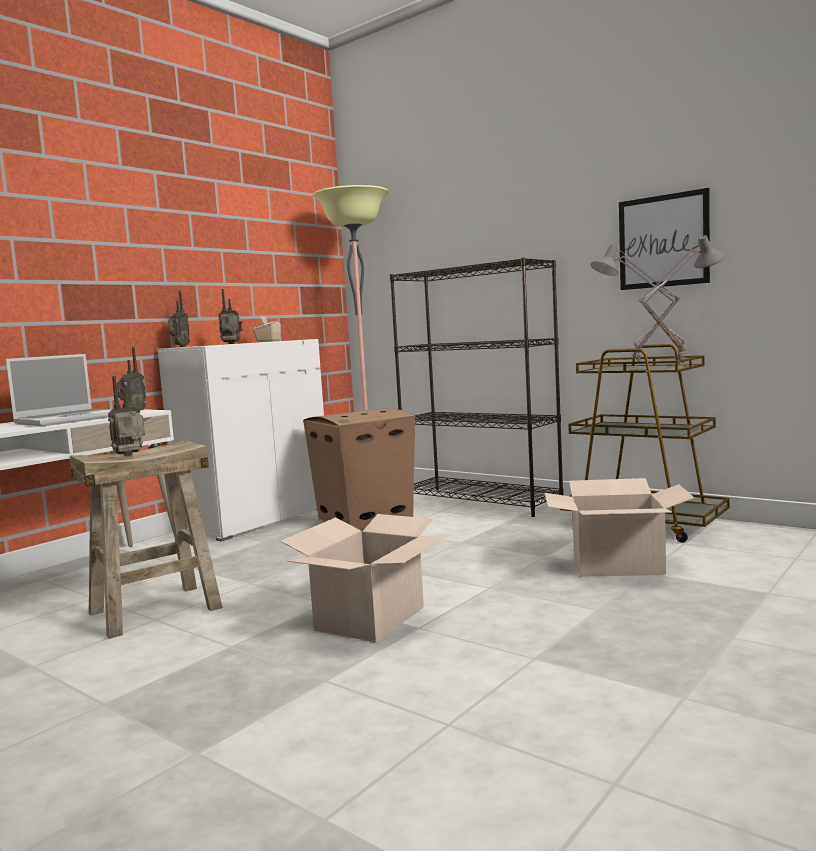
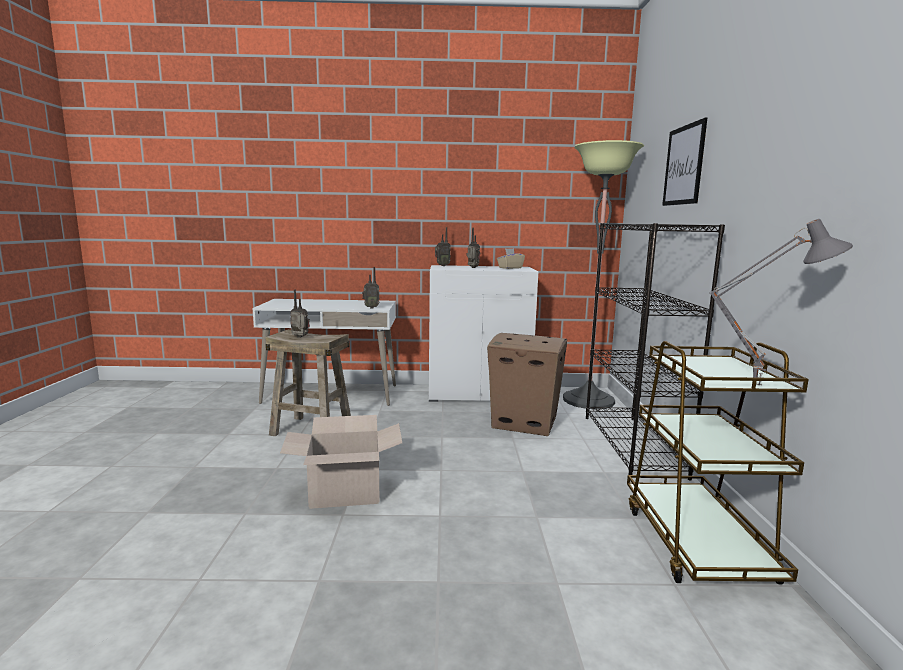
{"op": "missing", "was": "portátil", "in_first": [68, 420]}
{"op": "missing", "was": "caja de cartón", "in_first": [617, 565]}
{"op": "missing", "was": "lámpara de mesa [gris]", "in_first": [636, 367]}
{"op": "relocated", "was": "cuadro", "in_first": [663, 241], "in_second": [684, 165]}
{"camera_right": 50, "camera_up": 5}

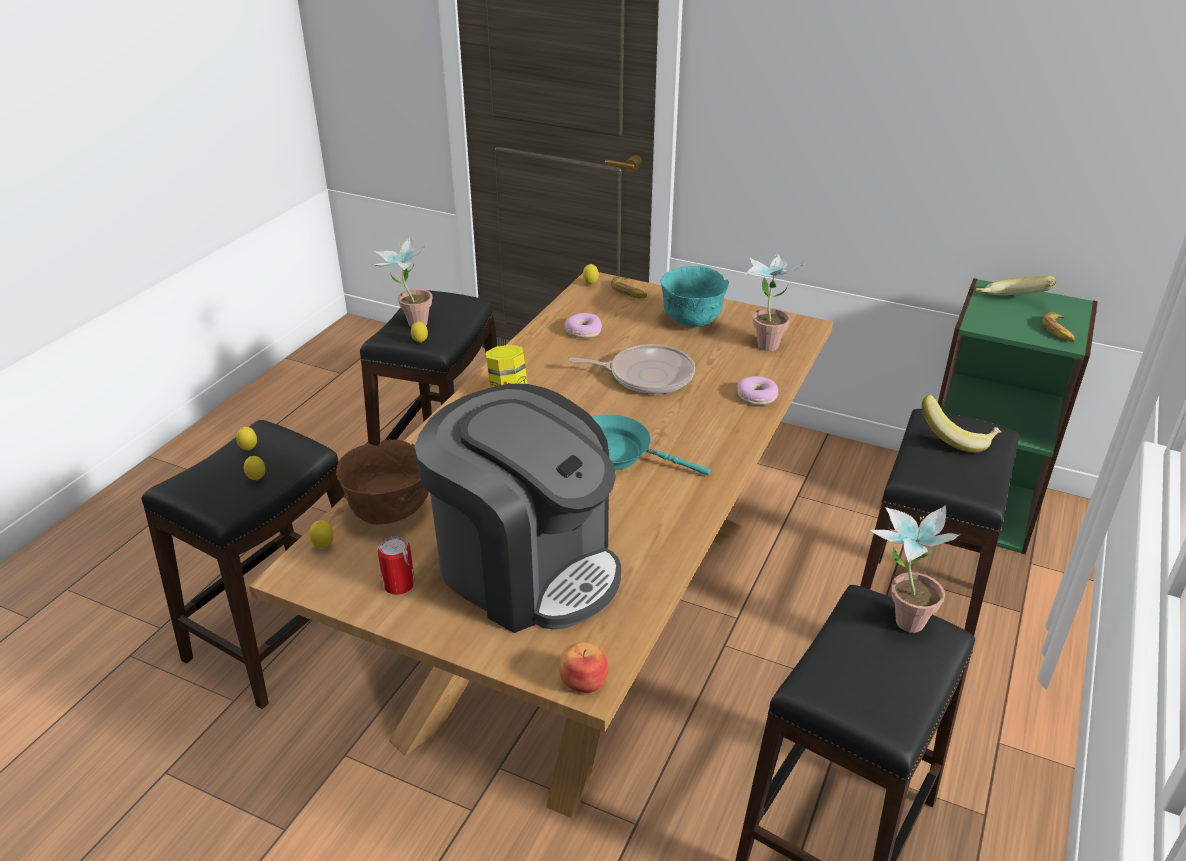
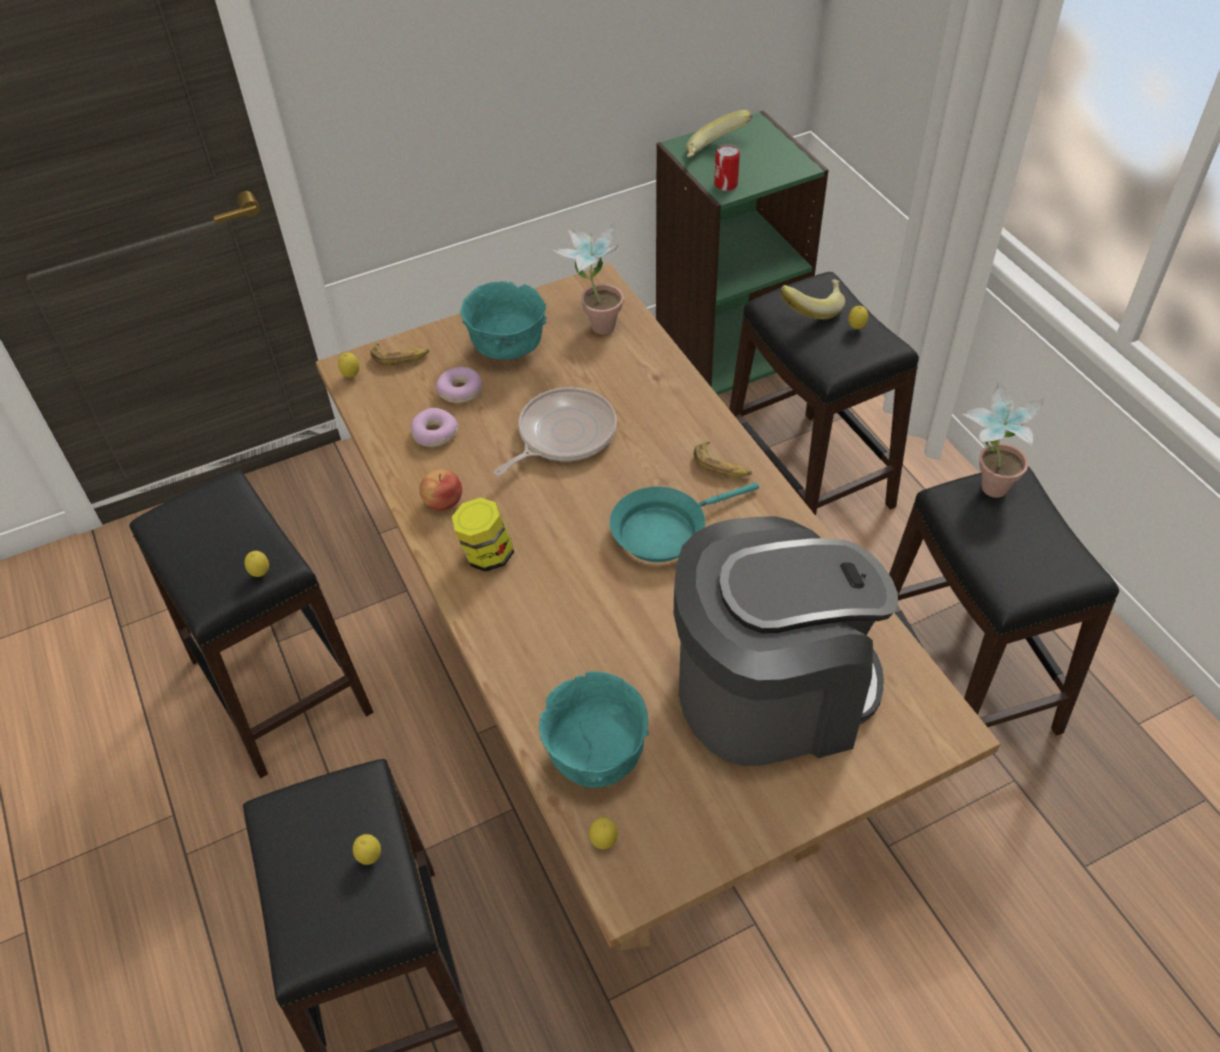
{"op": "missing", "was": "planta en maceta", "in_first": [410, 323]}
{"op": "relocated", "was": "limón", "in_first": [249, 450], "in_second": [856, 328]}
{"op": "relocated", "was": "lata", "in_first": [399, 584], "in_second": [726, 184]}
{"op": "relocated", "was": "manzana", "in_first": [583, 681], "in_second": [443, 501]}
{"op": "relocated", "was": "rosquilla", "in_first": [757, 397], "in_second": [460, 391]}
{"op": "relocated", "was": "plátano", "in_first": [1059, 331], "in_second": [722, 466]}
{"op": "colour", "was": "cuenco [marrón]", "now": "cuenco [turquesa]", "in_first": [390, 512], "in_second": [596, 757]}
{"camera_right": -50, "camera_up": 15}

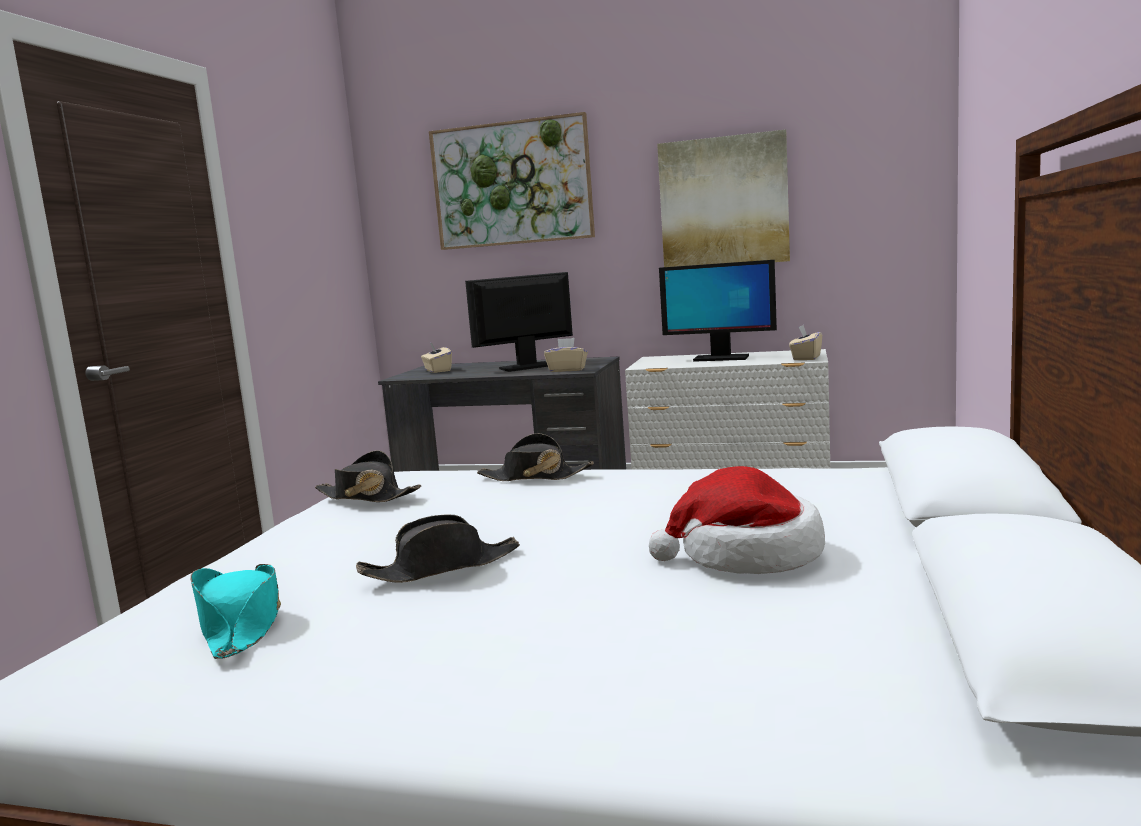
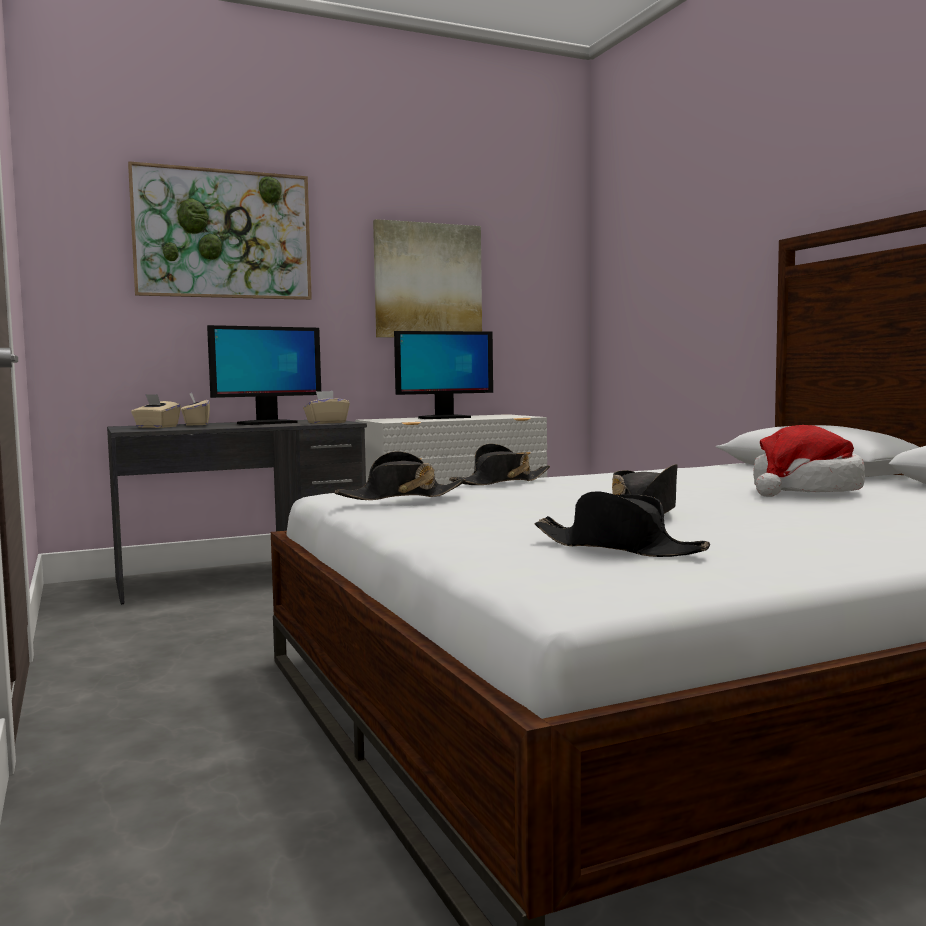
{"op": "relocated", "was": "caja de pañuelos [beis]", "in_first": [806, 358], "in_second": [196, 424]}
{"op": "colour", "was": "sombrero [turquesa]", "now": "sombrero [negro]", "in_first": [241, 625], "in_second": [619, 548]}
{"op": "spun", "was": "monitor", "in_first": [527, 367], "in_second": [266, 423], "clockwise": -150}
{"camera_right": -40, "camera_up": -5}

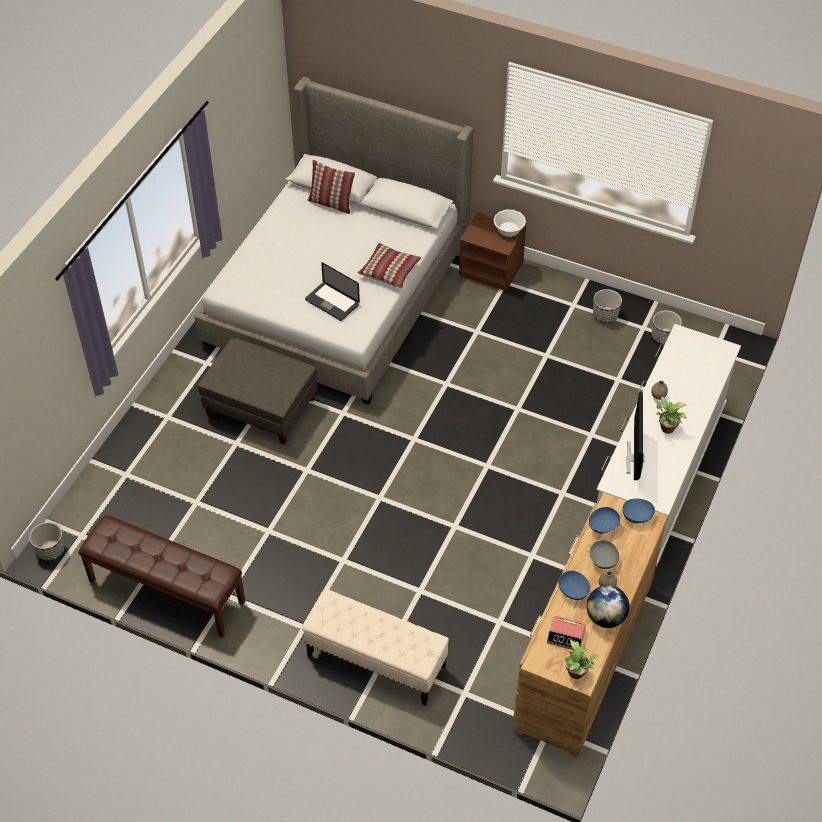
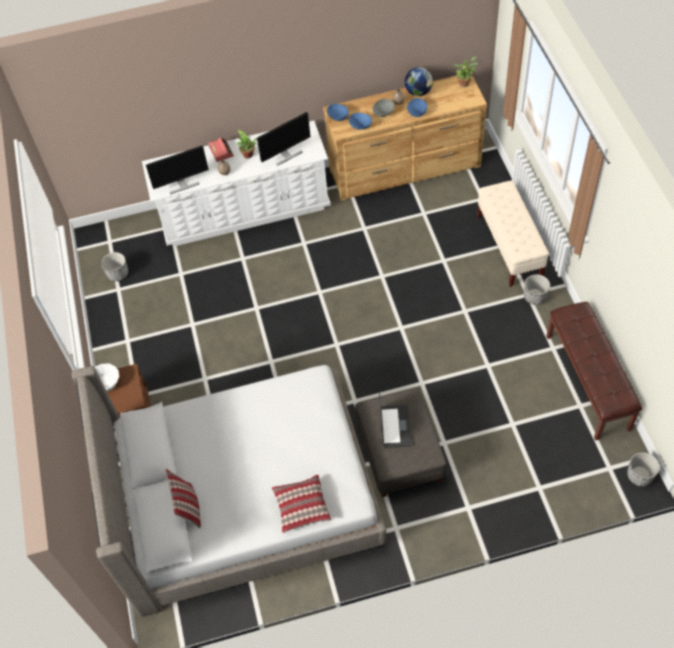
{"op": "appeared", "now": "monitor", "in_second": [182, 185]}
{"op": "relocated", "was": "portátil", "in_first": [332, 302], "in_second": [395, 427]}
{"op": "relocated", "was": "cojín", "in_first": [389, 270], "in_second": [301, 507]}
{"op": "relocated", "was": "despertador", "in_first": [566, 636], "in_second": [221, 152]}
{"op": "relocated", "was": "maceta", "in_first": [605, 315], "in_second": [534, 296]}
{"camera_right": -125, "camera_up": 5}

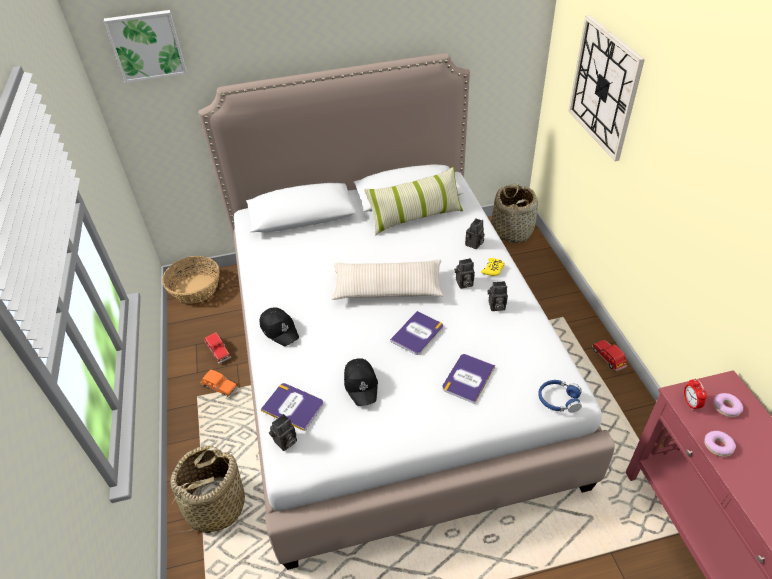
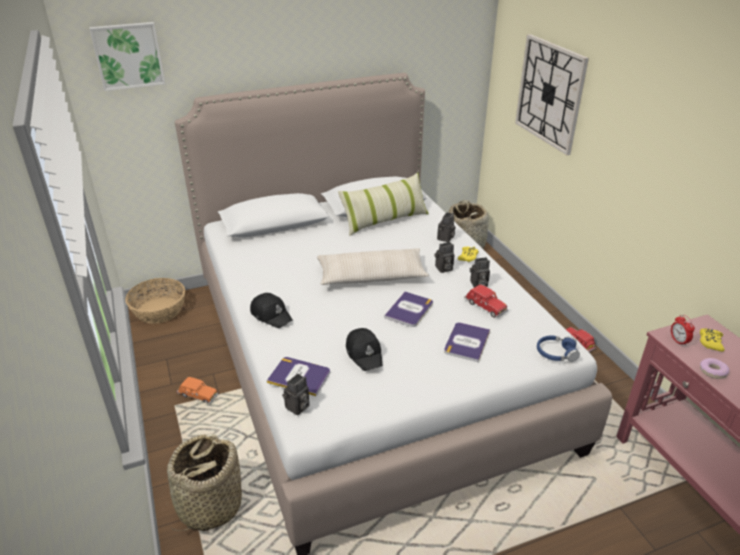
{"op": "relocated", "was": "coche de juguete [rojo]", "in_first": [218, 351], "in_second": [485, 307]}
{"op": "exchanged", "was": "rosquilla", "now": "mando de consola [amarillo]", "in_first": [726, 407], "in_second": [710, 342]}
{"camera_right": -10, "camera_up": -10}

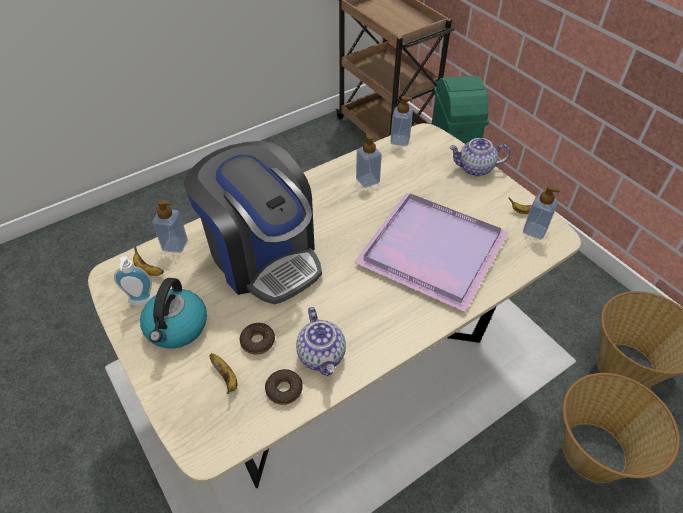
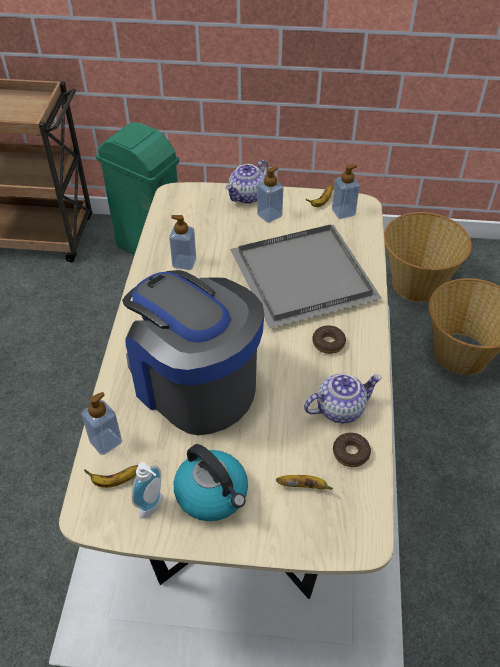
{"op": "relocated", "was": "rosquilla", "in_first": [258, 341], "in_second": [328, 343]}
{"op": "relocated", "was": "dispensador de jabón", "in_first": [400, 140], "in_second": [269, 215]}
{"op": "colour", "was": "bandeja [morado]", "now": "bandeja [gris]", "in_first": [429, 251], "in_second": [302, 279]}
{"op": "spun", "was": "cafetera", "in_first": [263, 256], "in_second": [194, 383], "clockwise": -135}
{"op": "spun", "was": "tetera", "in_first": [322, 355], "in_second": [340, 408], "clockwise": -45}
{"camera_right": -50, "camera_up": 0}

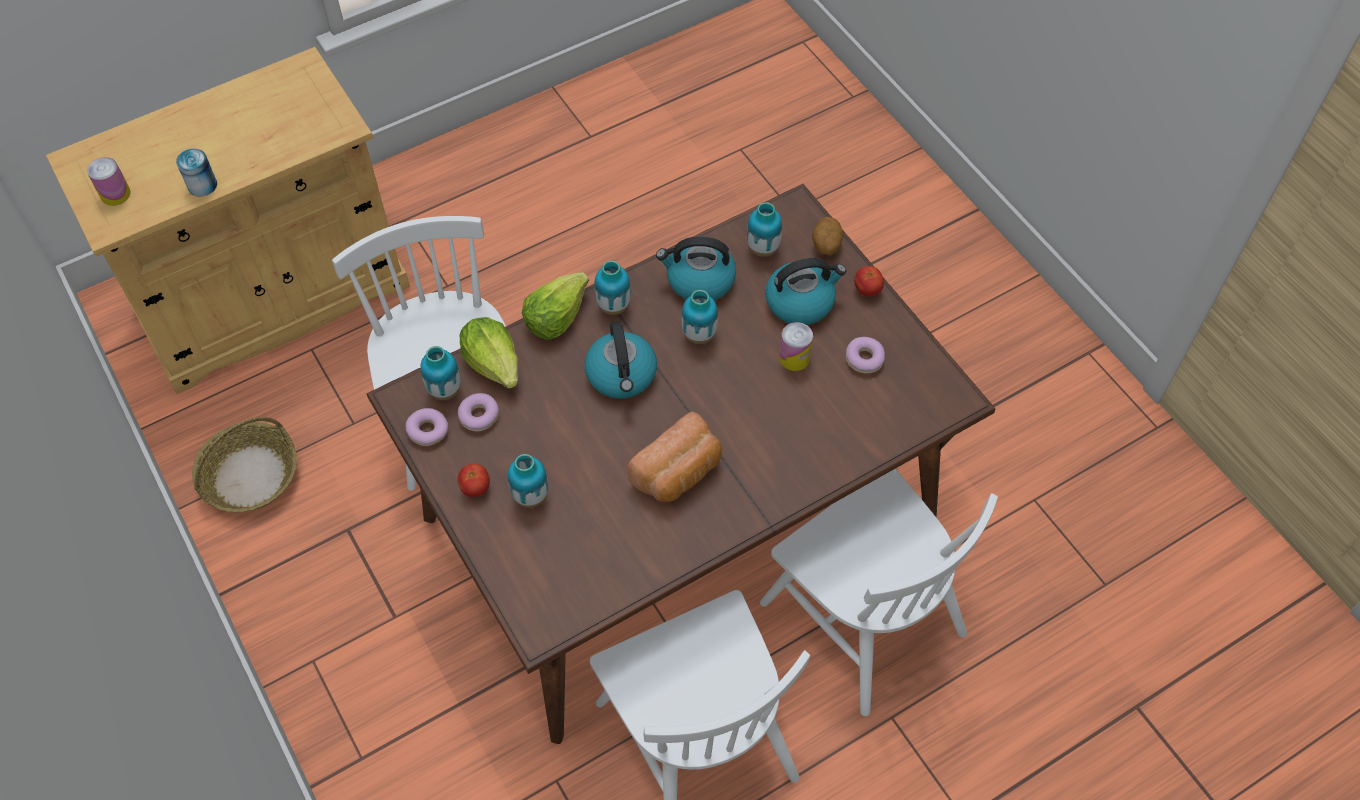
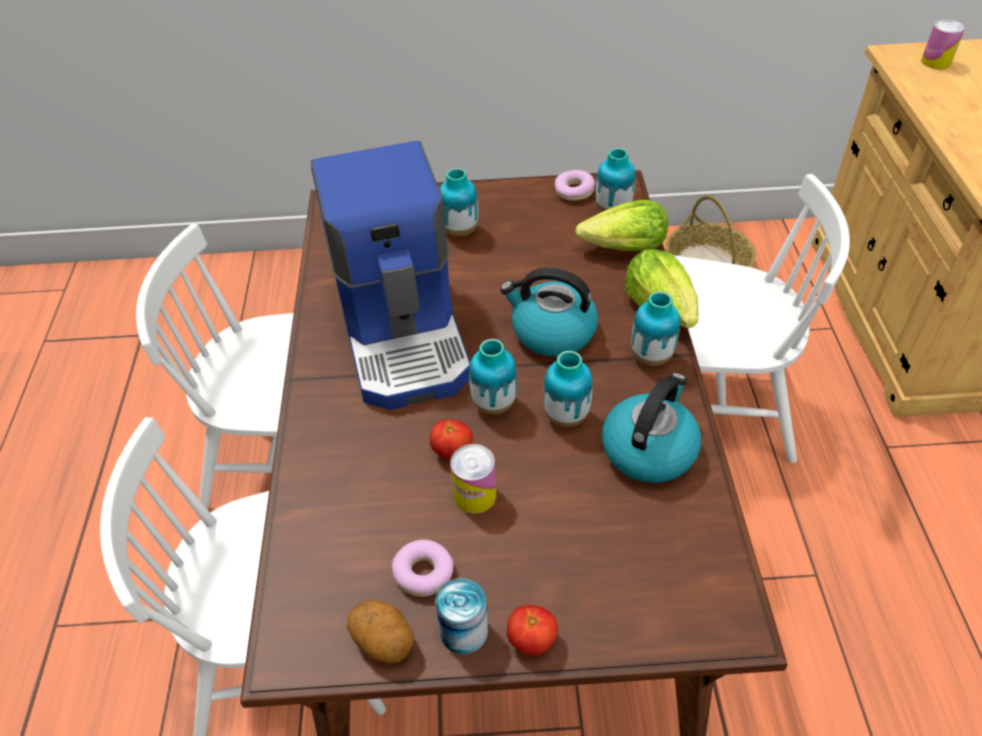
{"op": "missing", "was": "rosquilla", "in_first": [479, 416]}
{"op": "missing", "was": "hervidor", "in_first": [801, 302]}
{"op": "relocated", "was": "lata", "in_first": [202, 185], "in_second": [464, 631]}
{"op": "relocated", "was": "tomate", "in_first": [475, 488], "in_second": [452, 451]}
{"op": "relocated", "was": "florero", "in_first": [763, 248], "in_second": [494, 404]}
{"op": "relocated", "was": "patata", "in_first": [825, 245], "in_second": [384, 641]}
{"op": "exchanged", "was": "pan", "now": "cafetera", "in_first": [679, 473], "in_second": [405, 333]}
{"camera_right": 120, "camera_up": -10}

